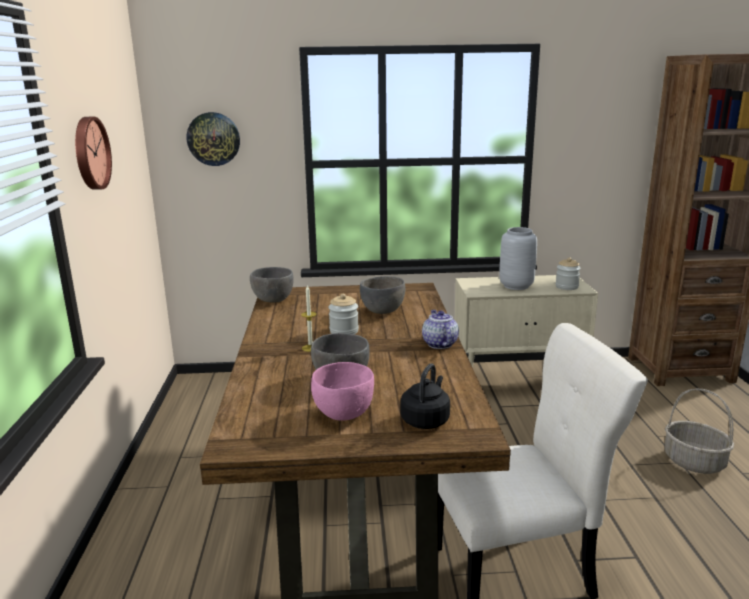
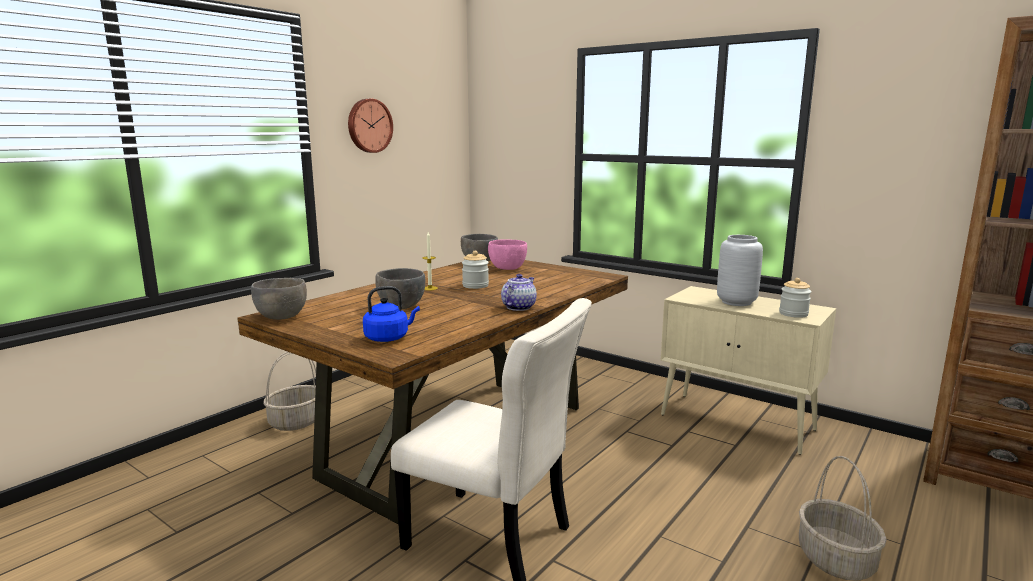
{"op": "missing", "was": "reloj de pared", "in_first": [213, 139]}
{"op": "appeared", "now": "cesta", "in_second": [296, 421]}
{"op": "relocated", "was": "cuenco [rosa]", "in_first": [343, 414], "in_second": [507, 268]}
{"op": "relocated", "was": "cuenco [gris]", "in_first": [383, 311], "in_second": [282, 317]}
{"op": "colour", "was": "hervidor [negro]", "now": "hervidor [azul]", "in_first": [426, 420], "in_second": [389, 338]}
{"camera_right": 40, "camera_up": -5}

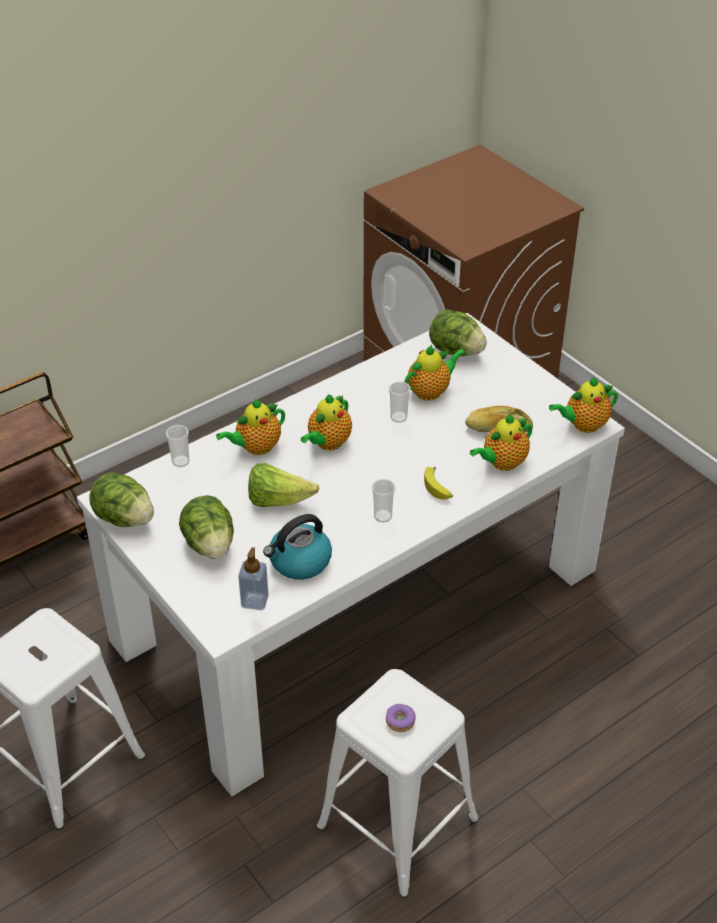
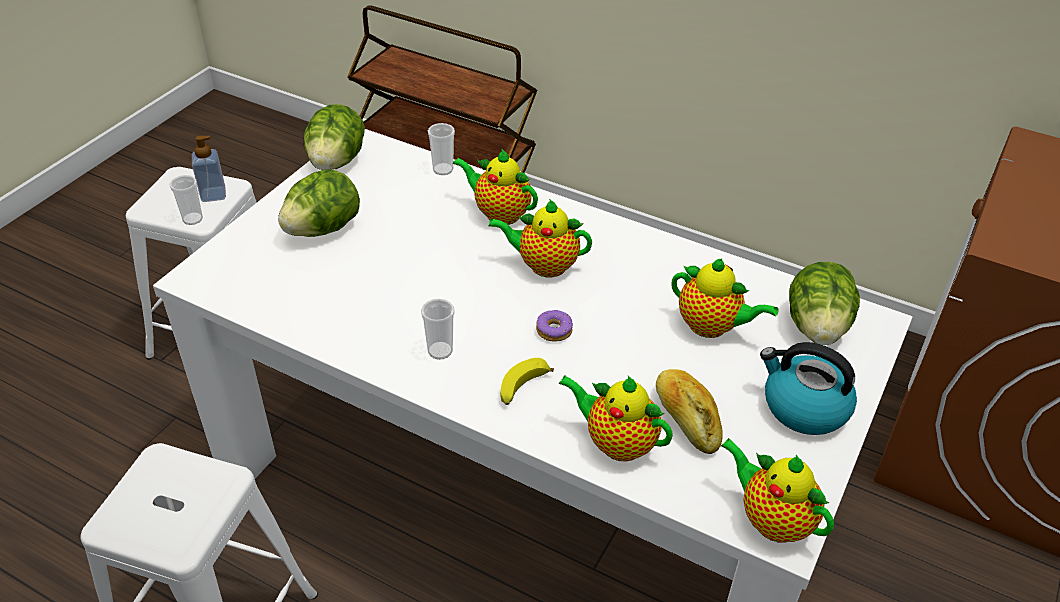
{"op": "missing", "was": "lechuga", "in_first": [278, 500]}
{"op": "relocated", "was": "dispensador de jabón", "in_first": [254, 601], "in_second": [213, 194]}
{"op": "relocated", "was": "hervidor", "in_first": [299, 562], "in_second": [803, 407]}
{"op": "relocated", "was": "rosquilla", "in_first": [400, 721], "in_second": [554, 330]}
{"op": "relocated", "was": "taza", "in_first": [398, 417], "in_second": [192, 219]}
{"camera_right": 65, "camera_up": 0}

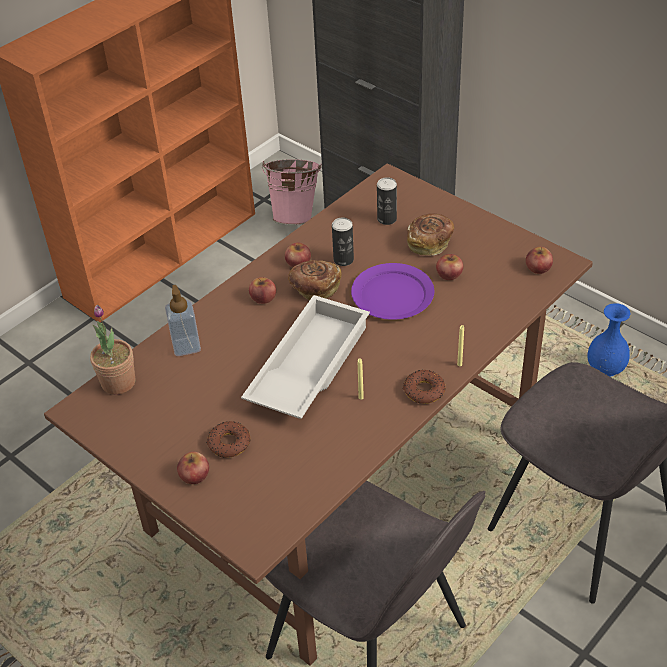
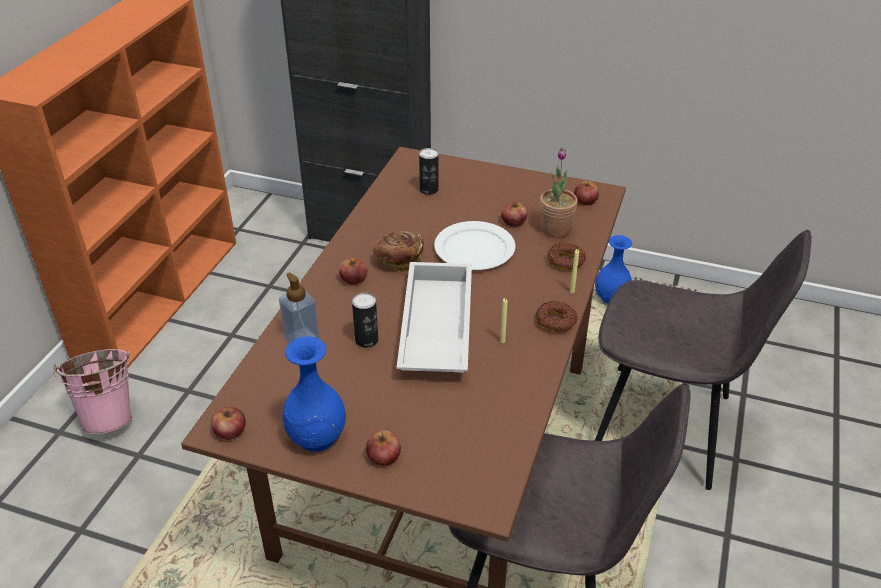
{"op": "missing", "was": "pan", "in_first": [429, 243]}
{"op": "appeared", "now": "florero [azul]", "in_second": [316, 437]}
{"op": "relocated", "was": "planta en maceta", "in_first": [118, 382], "in_second": [555, 229]}
{"op": "relocated", "was": "rosquilla", "in_first": [229, 443], "in_second": [565, 261]}
{"op": "relocated", "was": "cubo [rosa]", "in_first": [295, 215], "in_second": [110, 416]}
{"op": "relocated", "was": "manzana", "in_first": [298, 262], "in_second": [230, 431]}
{"op": "relocated", "was": "lata", "in_first": [343, 259], "in_second": [366, 340]}
{"op": "colour", "was": "plato [morado]", "now": "plato [blanco]", "in_first": [393, 295], "in_second": [475, 249]}
{"camera_right": -25, "camera_up": -5}

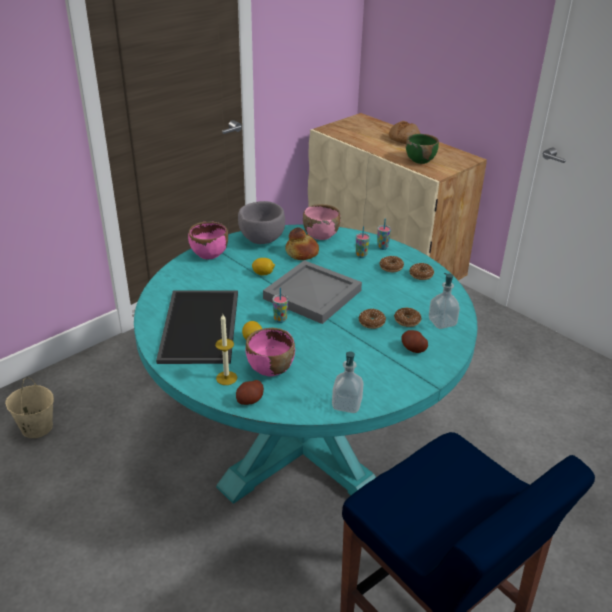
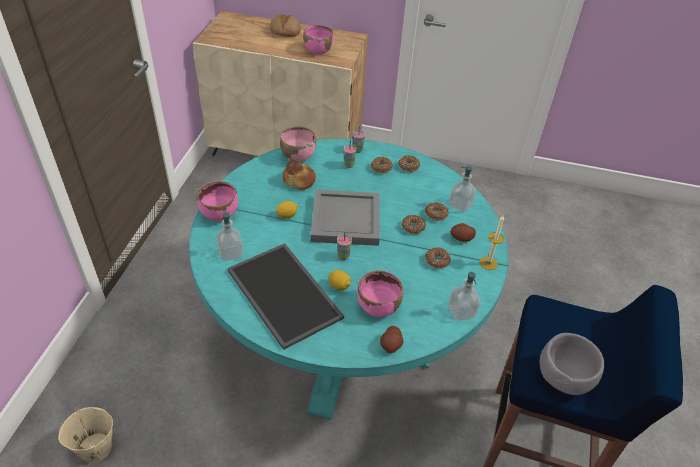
{"op": "appeared", "now": "dispensador de jabón", "in_second": [230, 253]}
{"op": "appeared", "now": "rosquilla", "in_second": [437, 261]}
{"op": "relocated", "was": "vela", "in_first": [226, 378], "in_second": [488, 263]}
{"op": "relocated", "was": "cuenco [gris]", "in_first": [261, 239], "in_second": [562, 378]}
{"op": "colour", "was": "cuenco [verde]", "now": "cuenco [rosa]", "in_first": [420, 160], "in_second": [318, 50]}
{"camera_right": -35, "camera_up": 10}

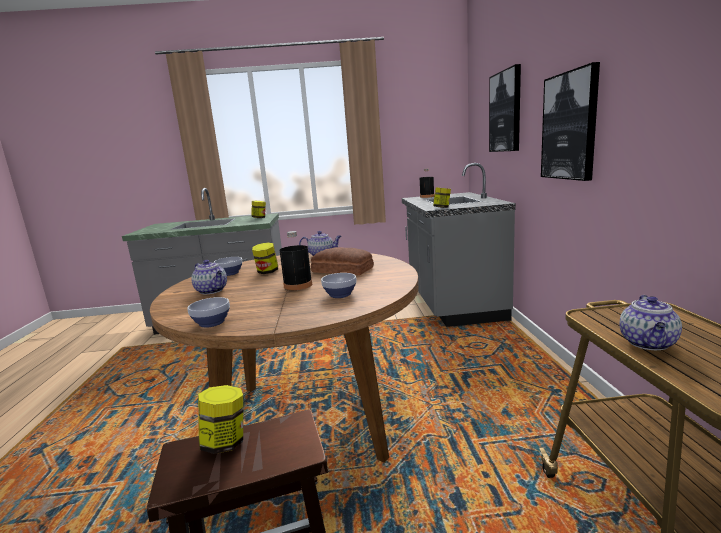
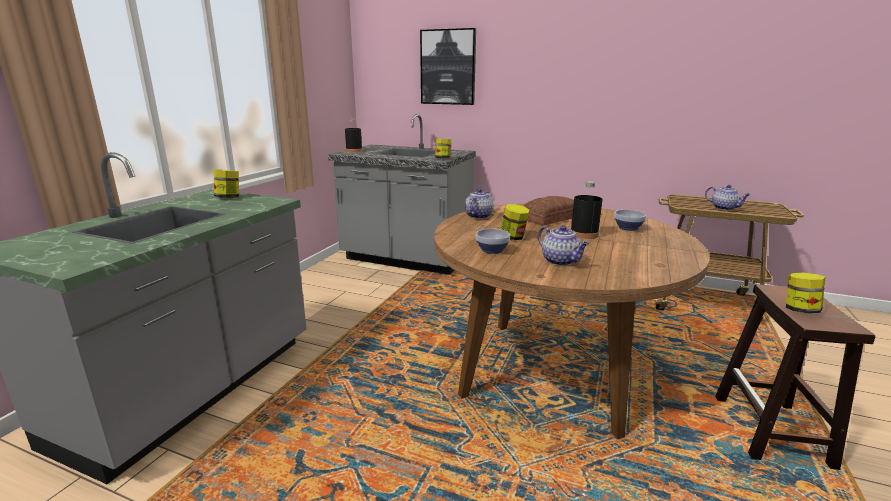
{"op": "missing", "was": "cuenco", "in_first": [210, 323]}
{"op": "missing", "was": "cuadro", "in_first": [569, 126]}
{"op": "spun", "was": "tetera", "in_first": [212, 291], "in_second": [561, 261], "clockwise": 75}
{"camera_right": -65, "camera_up": 5}

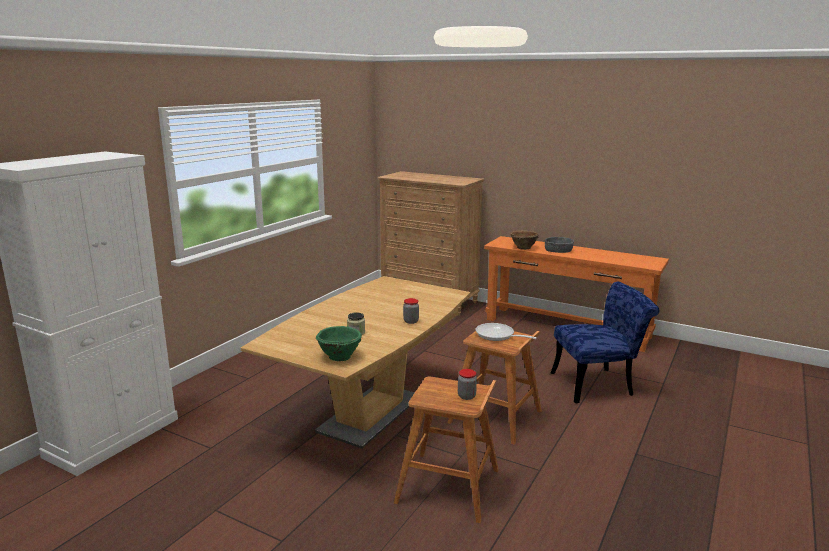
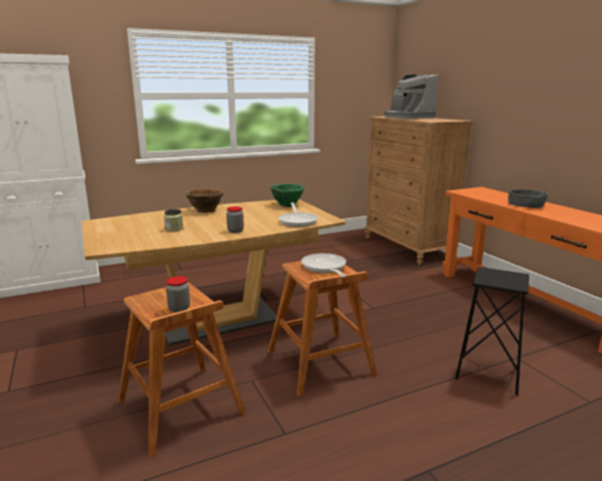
{"op": "appeared", "now": "sartén", "in_second": [298, 221]}
{"op": "appeared", "now": "cafetera", "in_second": [407, 117]}
{"op": "relocated", "was": "cuenco [verde]", "in_first": [339, 356], "in_second": [287, 205]}
{"op": "relocated", "was": "cuenco [marrón]", "in_first": [523, 248], "in_second": [205, 210]}
{"op": "exchanged", "was": "silla [azul]", "now": "taburete [negro]", "in_first": [598, 384], "in_second": [488, 372]}
{"camera_right": 35, "camera_up": 0}

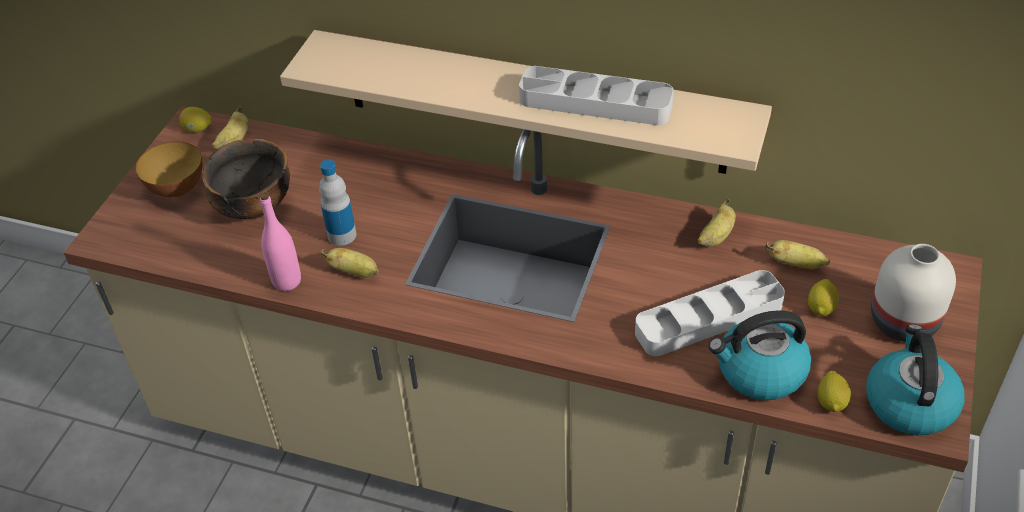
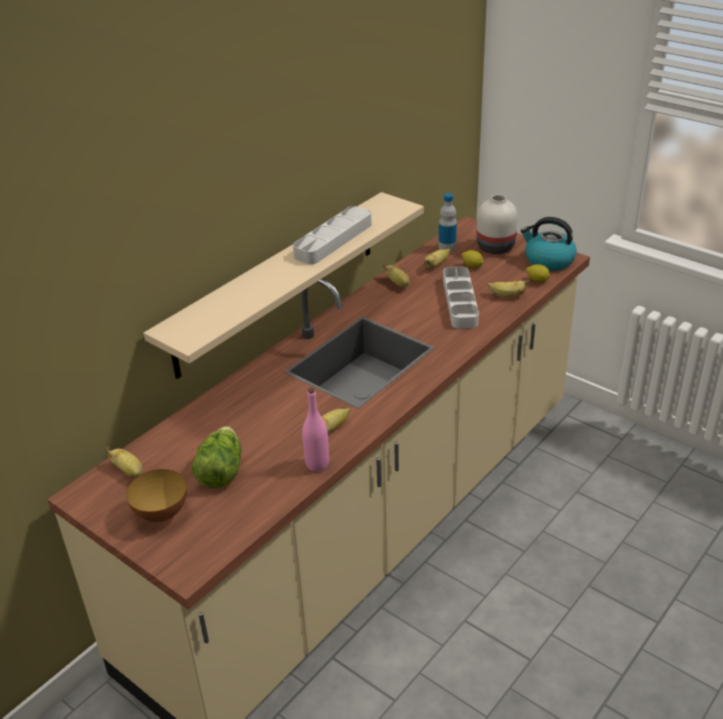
{"op": "missing", "was": "limón", "in_first": [198, 129]}
{"op": "relocated", "was": "botella", "in_first": [342, 235], "in_second": [447, 247]}
{"op": "exchanged", "was": "cuenco", "now": "lechuga", "in_first": [254, 207], "in_second": [220, 470]}
{"op": "exchanged", "was": "hervidor", "now": "plátano", "in_first": [759, 372], "in_second": [507, 296]}
{"camera_right": -70, "camera_up": -10}

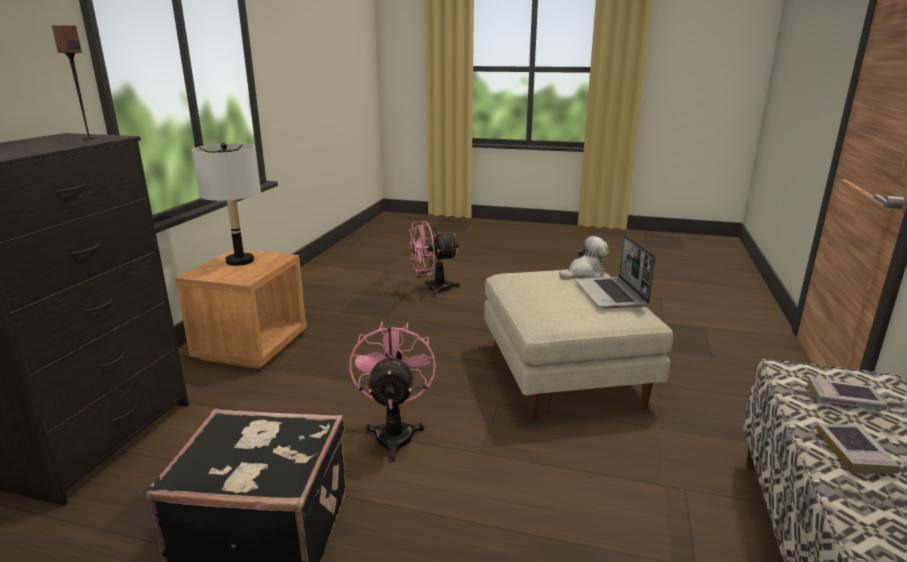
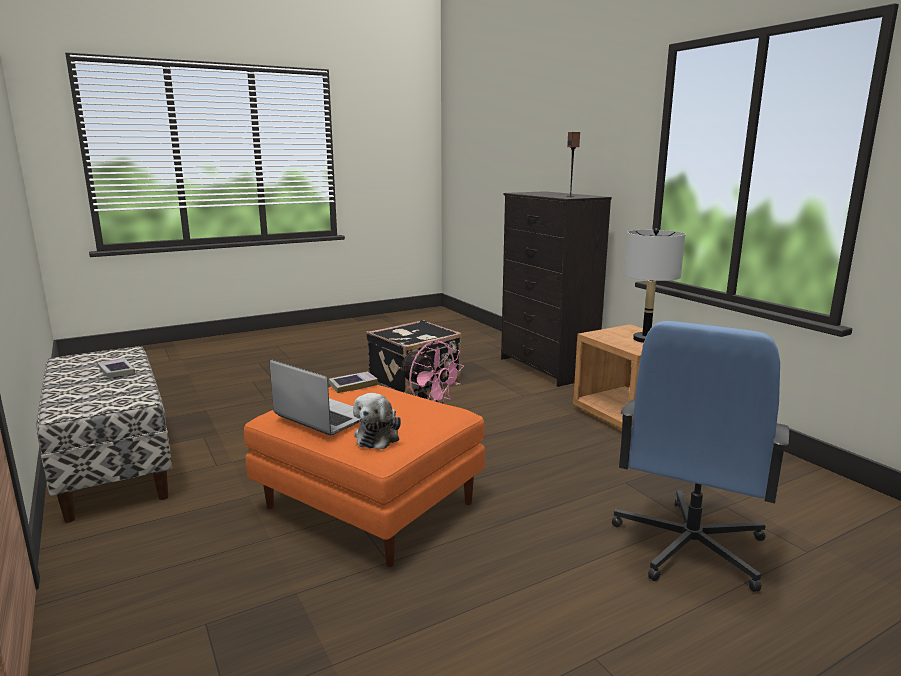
{"op": "relocated", "was": "libro", "in_first": [844, 399], "in_second": [353, 385]}
{"op": "exchanged", "was": "ventilador [rosa]", "now": "silla de oficina [azul]", "in_first": [433, 289], "in_second": [688, 547]}
{"op": "colour", "was": "puf [beis]", "now": "puf [naranja]", "in_first": [565, 375], "in_second": [367, 505]}
{"camera_right": 135, "camera_up": -5}

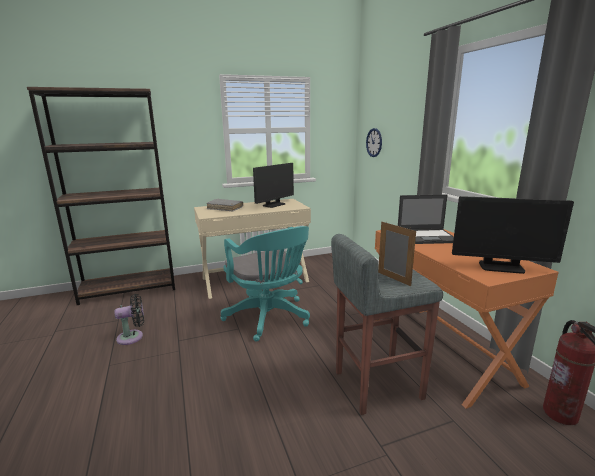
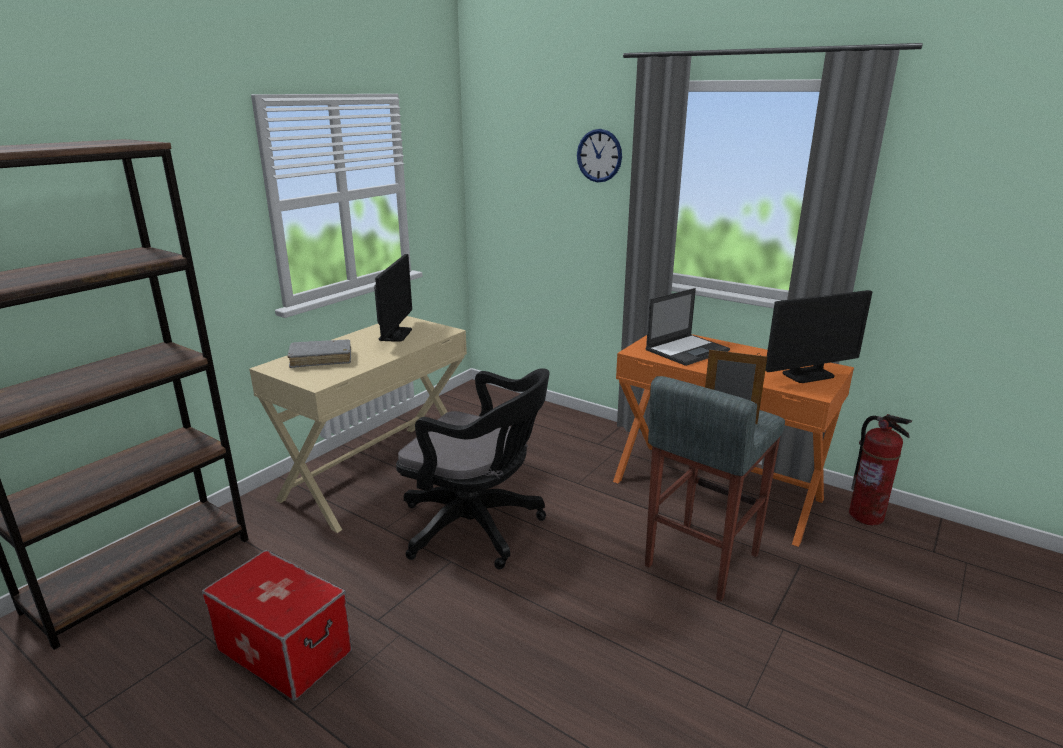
{"op": "relocated", "was": "reloj de pared", "in_first": [374, 142], "in_second": [599, 155]}
{"op": "exchanged", "was": "ventilador [negro]", "now": "caja de almacenaje", "in_first": [133, 337], "in_second": [284, 650]}
{"op": "colour", "was": "silla de oficina [turquesa]", "now": "silla de oficina [negro]", "in_first": [269, 318], "in_second": [478, 528]}
{"camera_right": -35, "camera_up": 5}

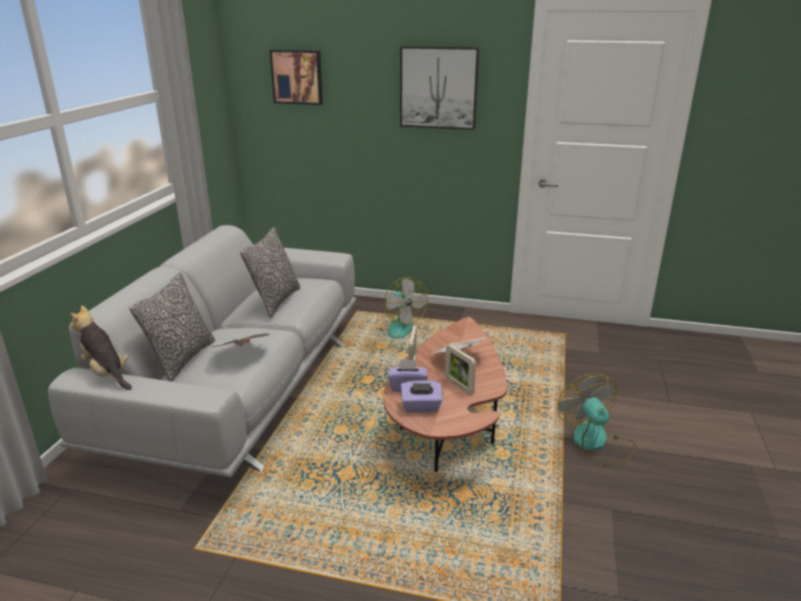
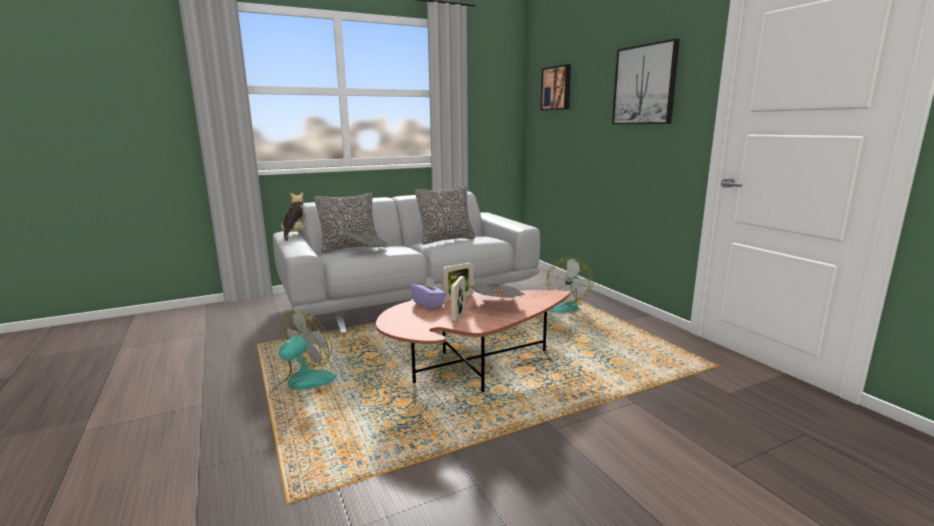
{"op": "missing", "was": "caja de pañuelos [morado]", "in_first": [421, 407]}
{"op": "relocated", "was": "ventilador", "in_first": [596, 443], "in_second": [302, 386]}
{"camera_right": 50, "camera_up": -10}

